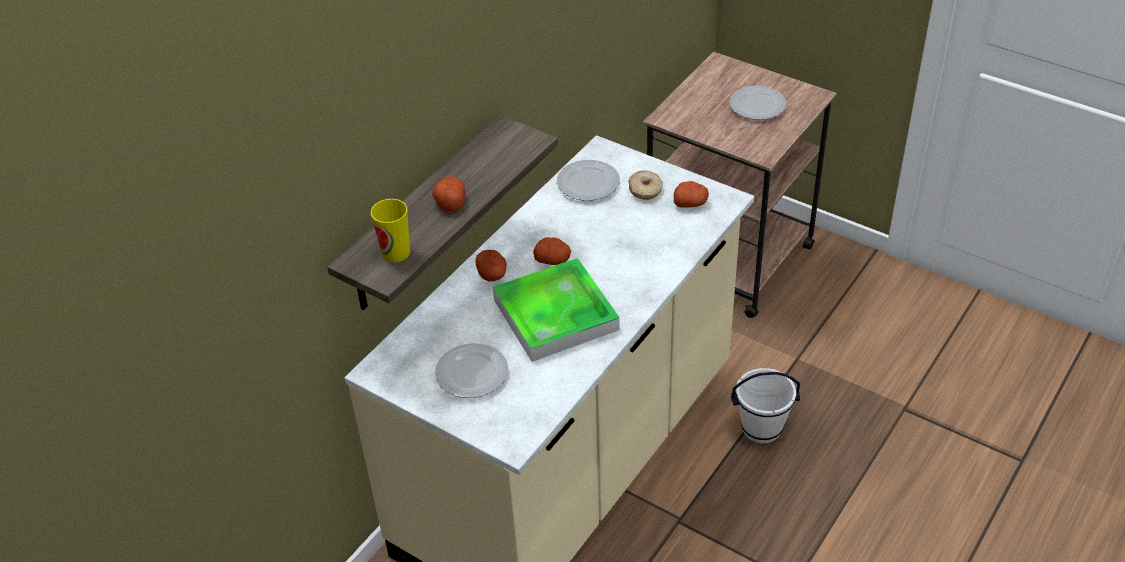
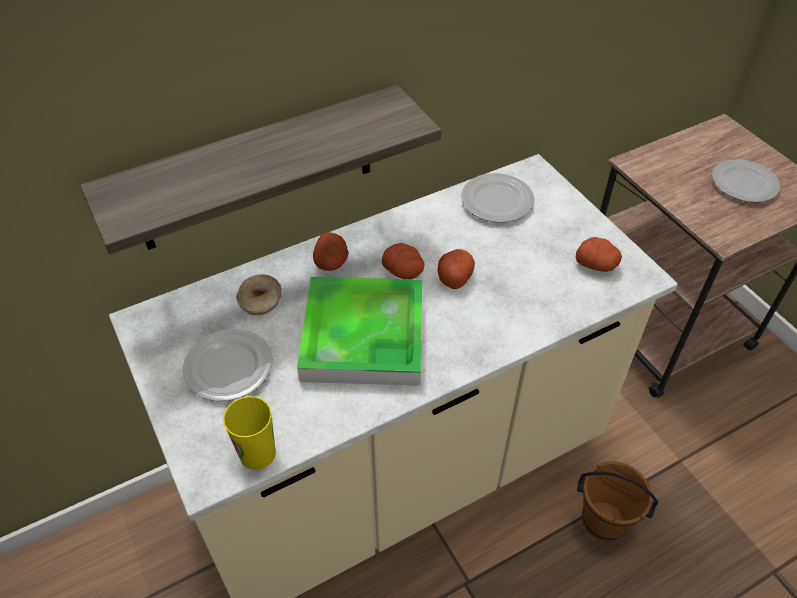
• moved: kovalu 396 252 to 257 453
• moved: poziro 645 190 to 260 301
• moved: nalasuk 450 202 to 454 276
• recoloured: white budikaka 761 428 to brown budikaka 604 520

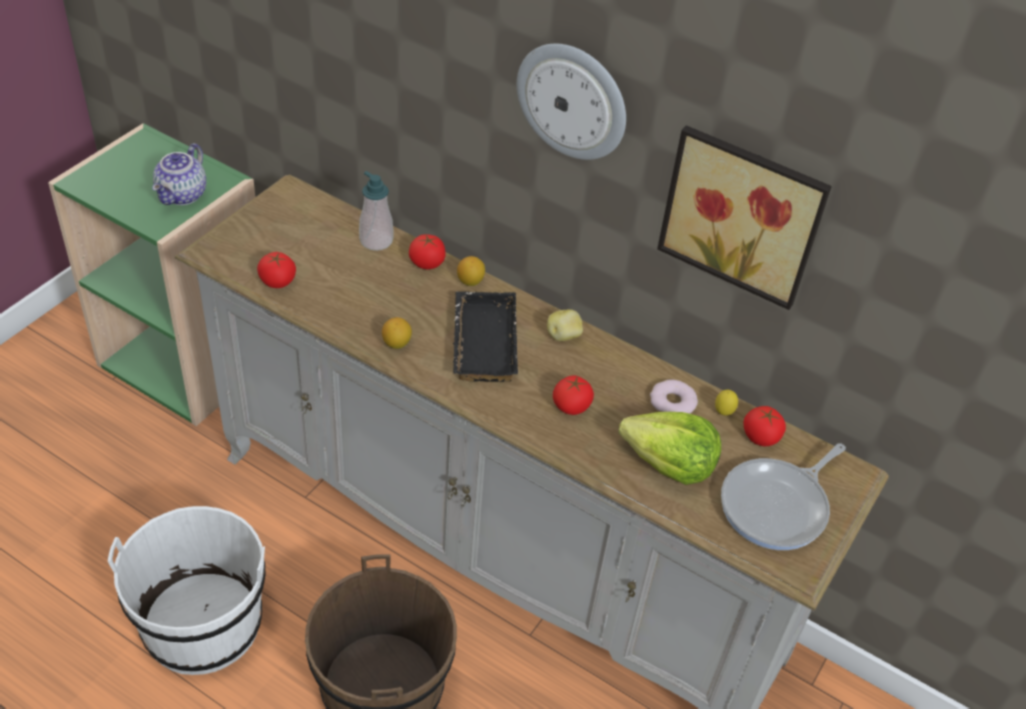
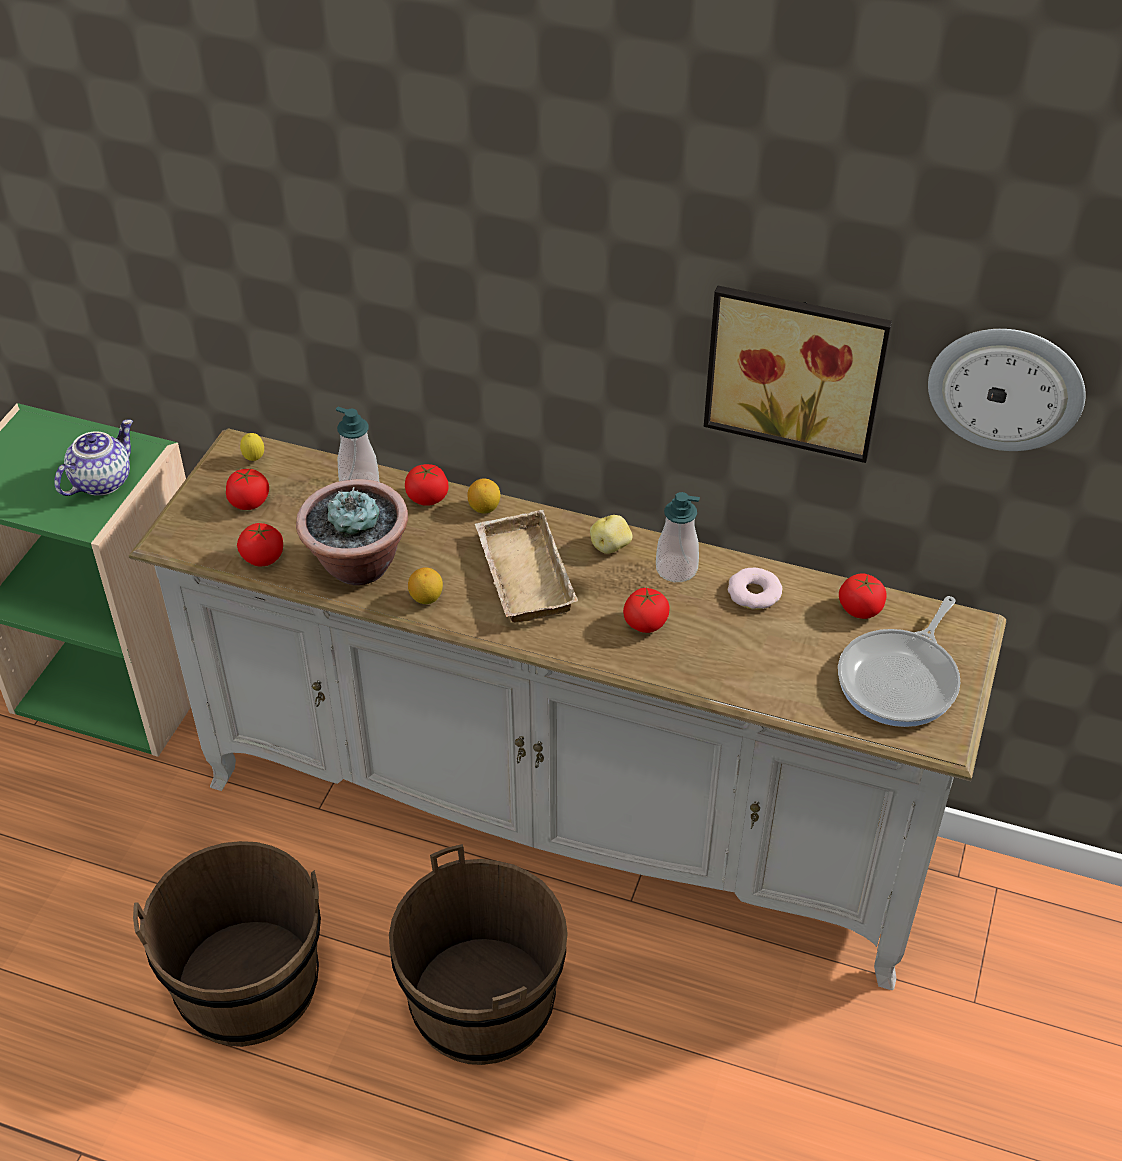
• turned: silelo 183 195 = 101 481 150 degrees counterclockwise
• recoloured: white budikaka 202 624 to brown budikaka 248 984
• added: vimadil 249 502
• moved: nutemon 723 413 to 254 459
• added: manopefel 357 565
• recoloured: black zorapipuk 481 341 to beige zorapipuk 521 574
• added: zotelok 676 569
• moved: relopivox 572 100 to 1006 387
• removed: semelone 669 464

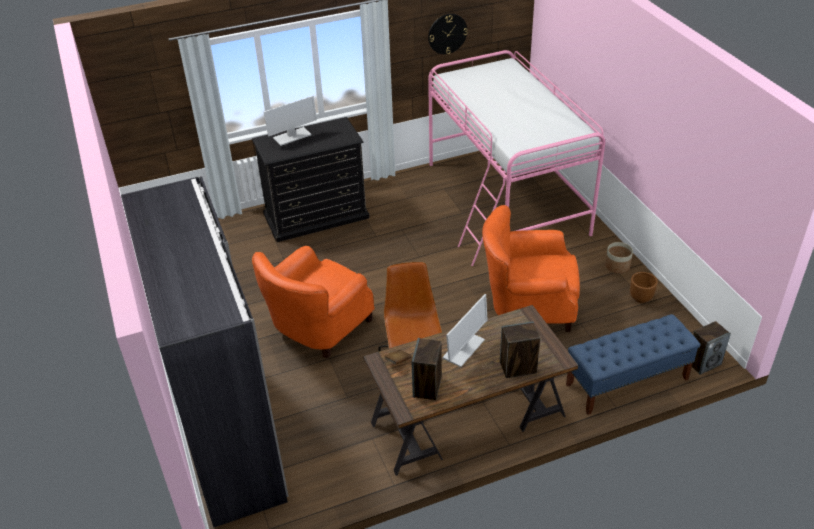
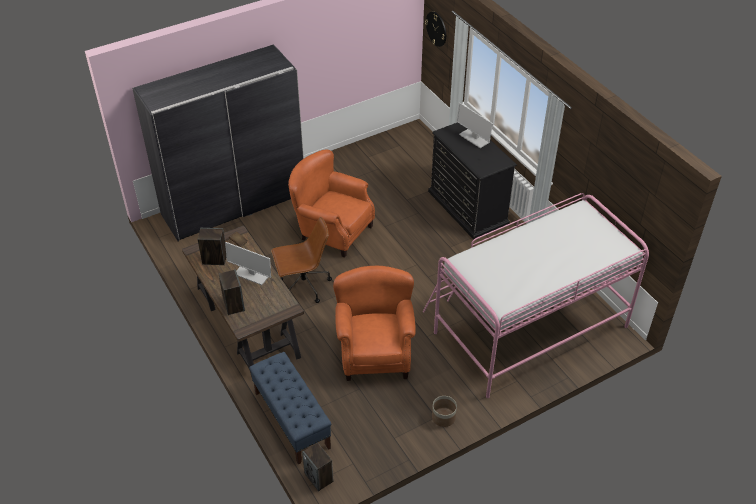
• moved: relopivox 447 33 to 436 28
• removed: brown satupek 641 298

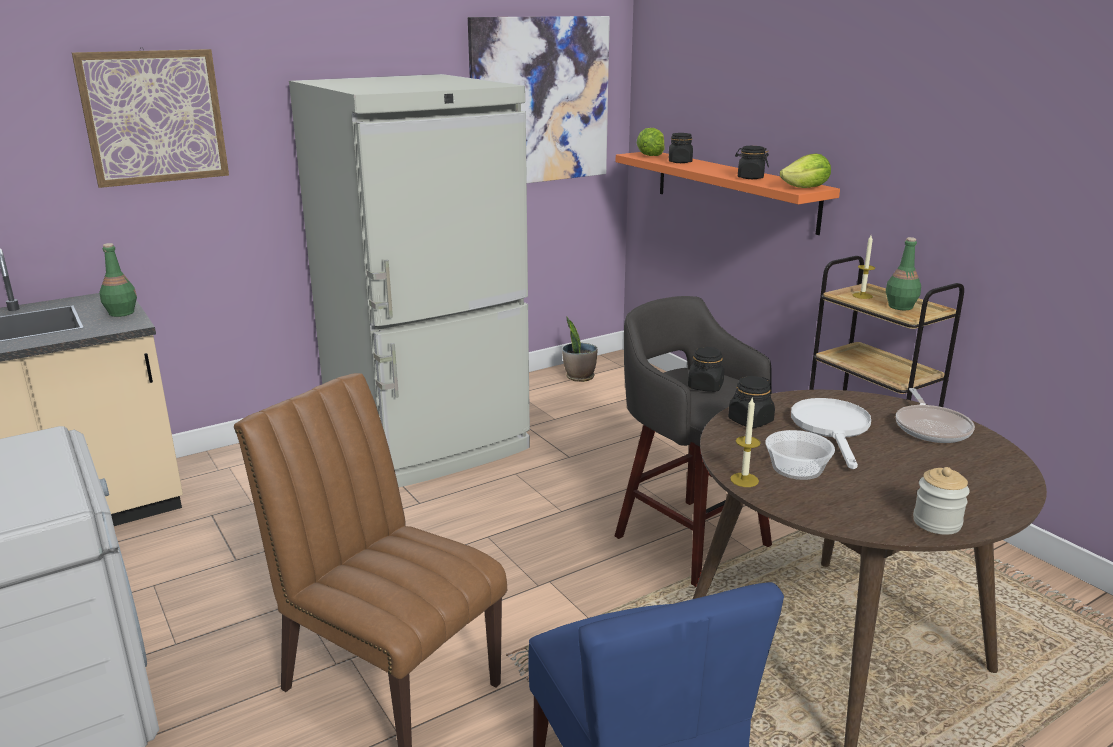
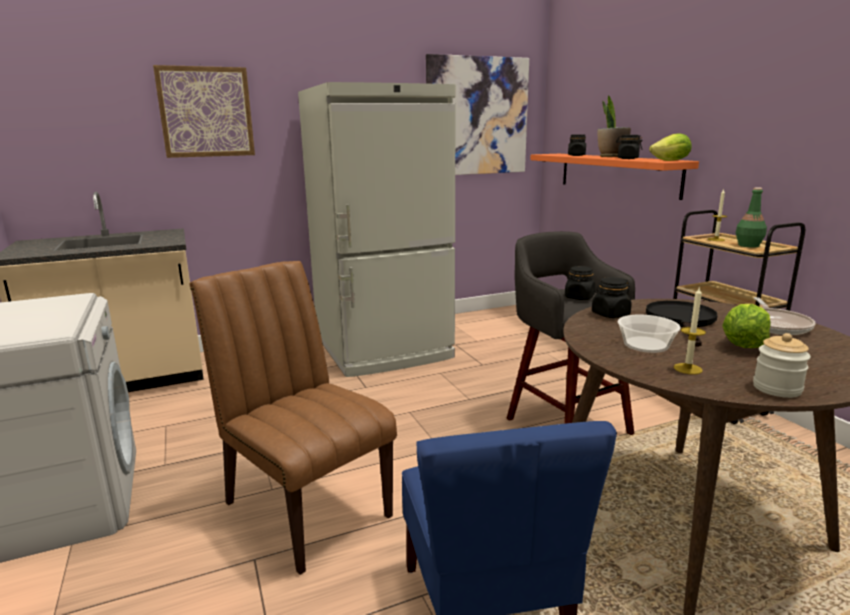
• moved: manopefel 579 377 to 611 157
• recoloured: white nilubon 832 428 to black nilubon 682 322
• moved: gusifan 744 480 to 687 369
• moved: semelone 651 155 to 743 345
• removed: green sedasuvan 121 313

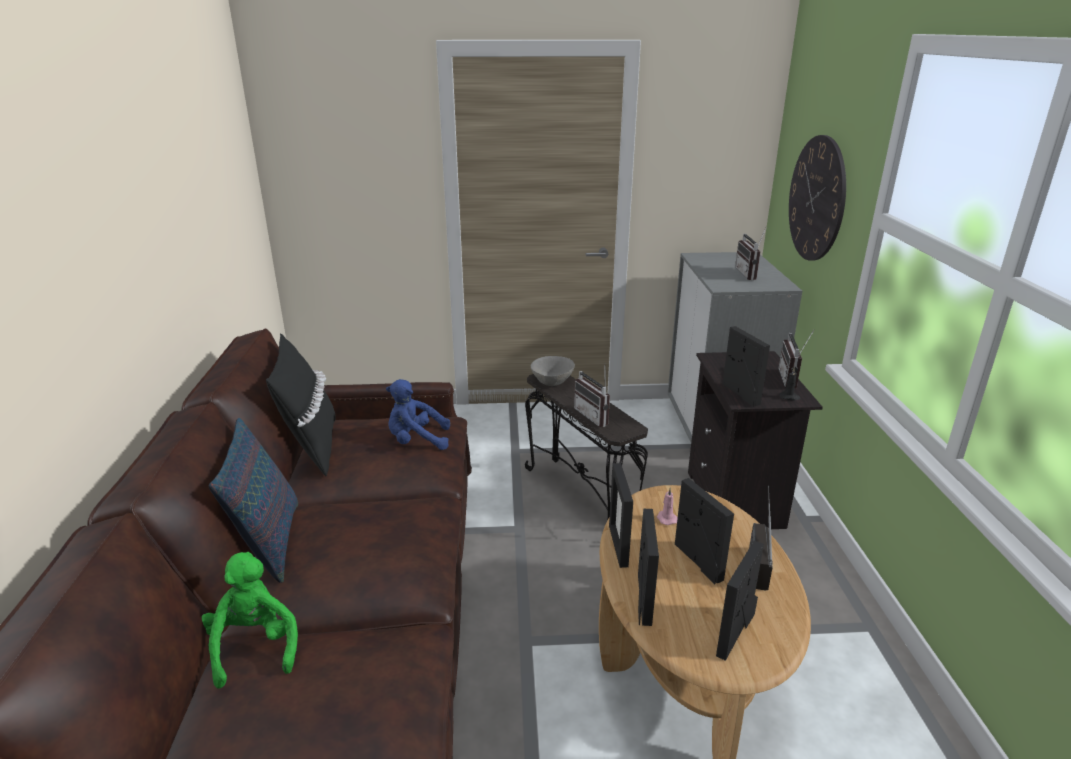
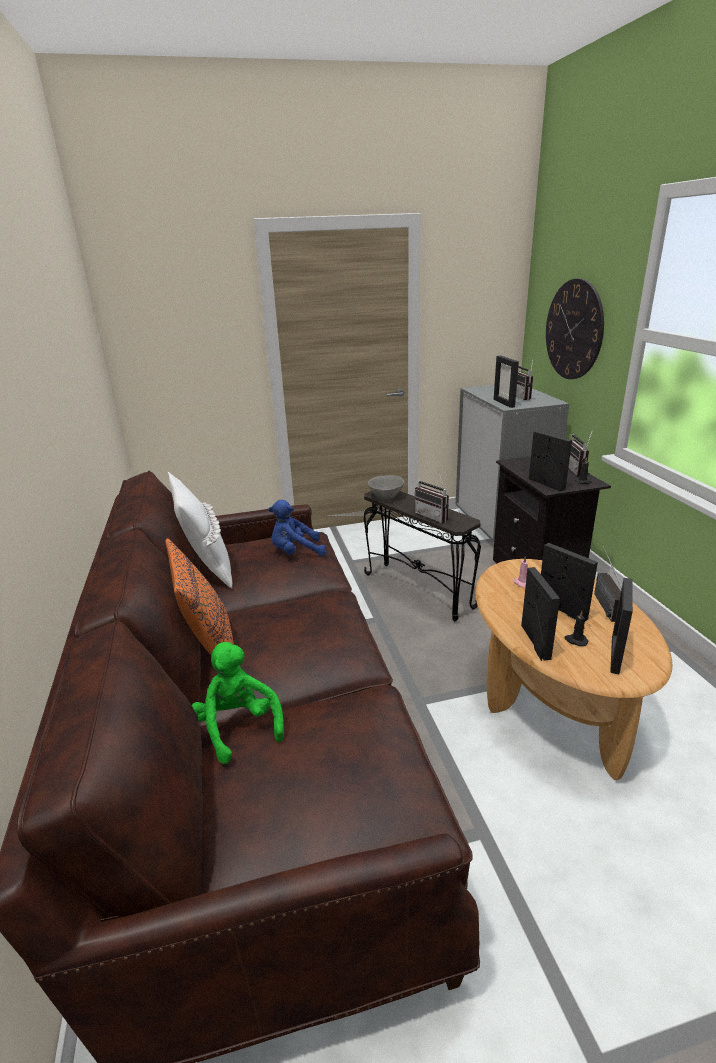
• recoloured: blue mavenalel 270 543 to orange mavenalel 209 645
• recoloured: black mavenalel 311 448 to white mavenalel 207 569
• moved: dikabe 619 545 to 504 403
• added: black gusifan 575 640

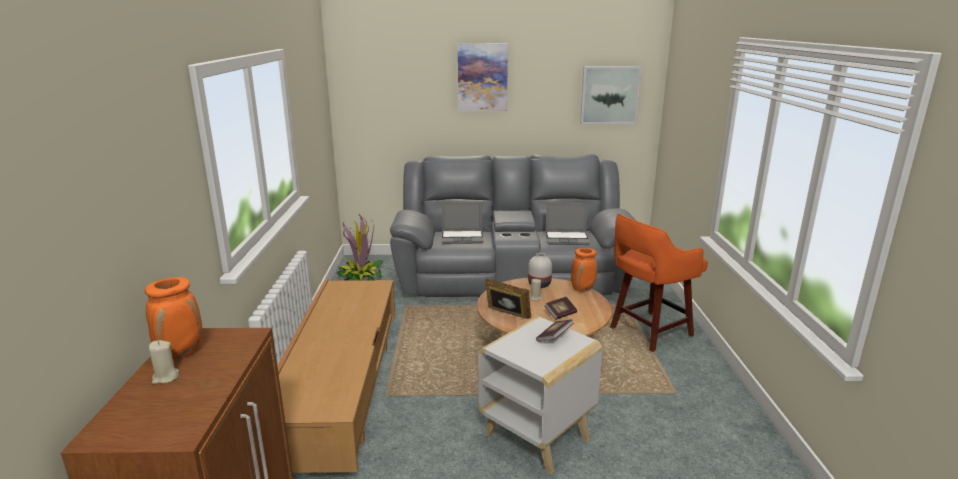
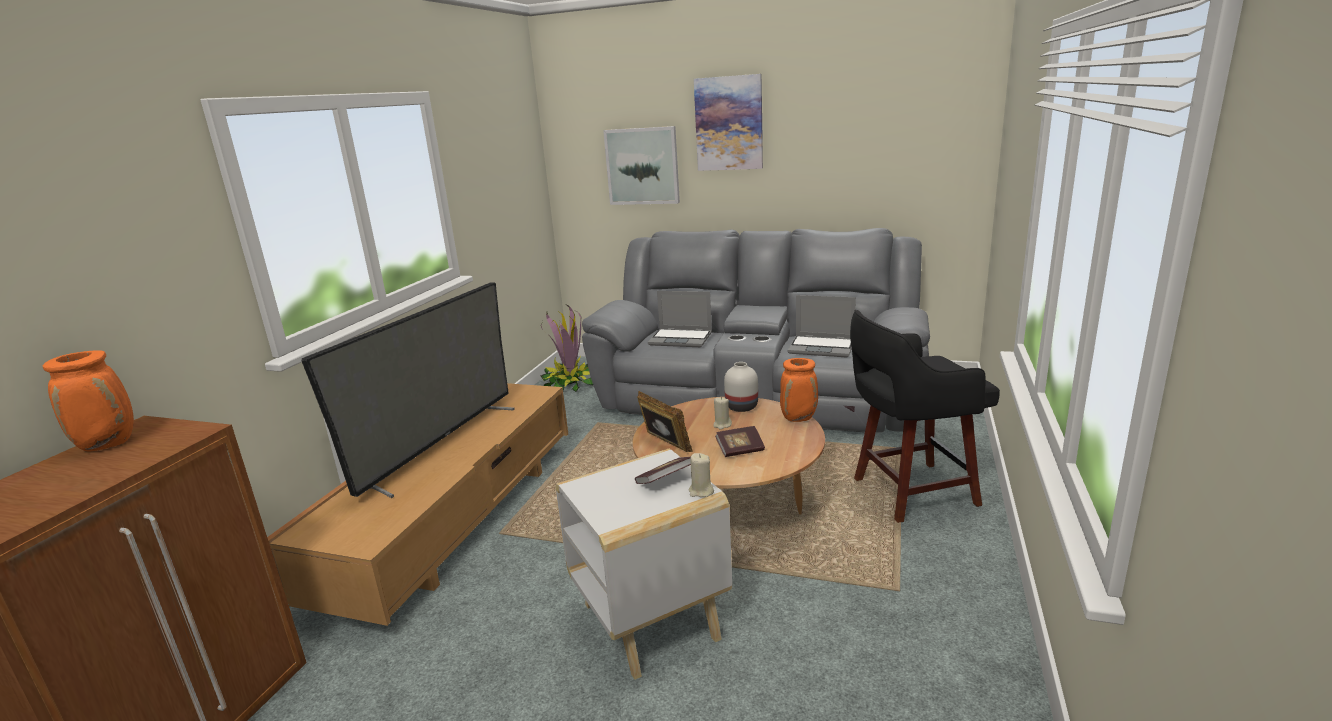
• added: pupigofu 441 446
• moved: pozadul 609 95 to 642 166
• moved: beige gusifan 165 377 to 701 491
• recoloured: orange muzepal 648 332 to black muzepal 909 492

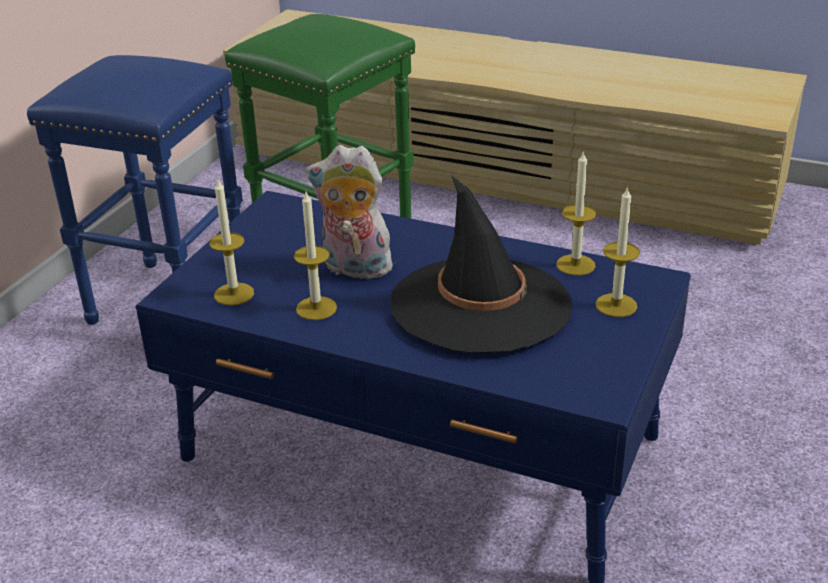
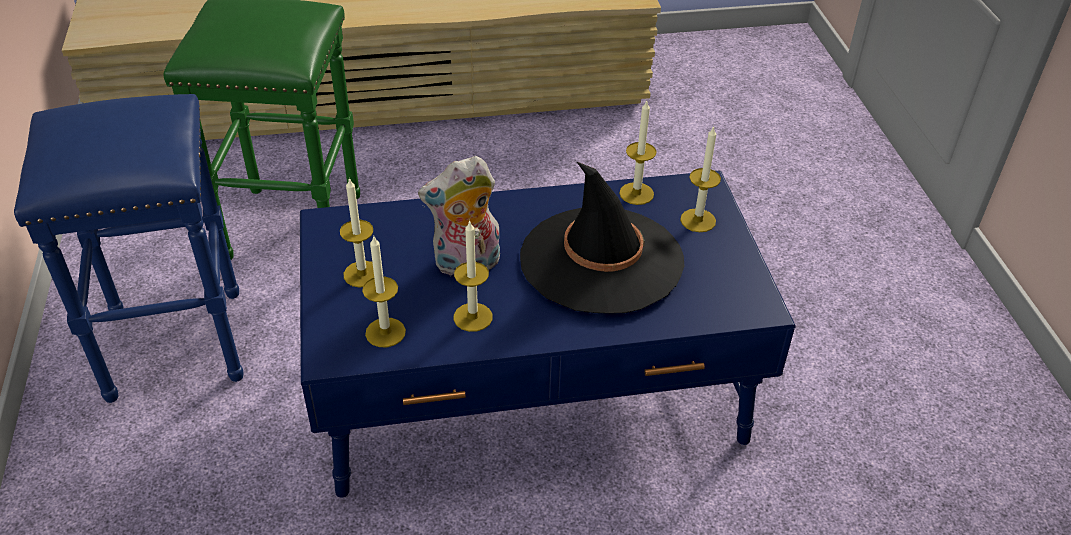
• added: gusifan 362 274

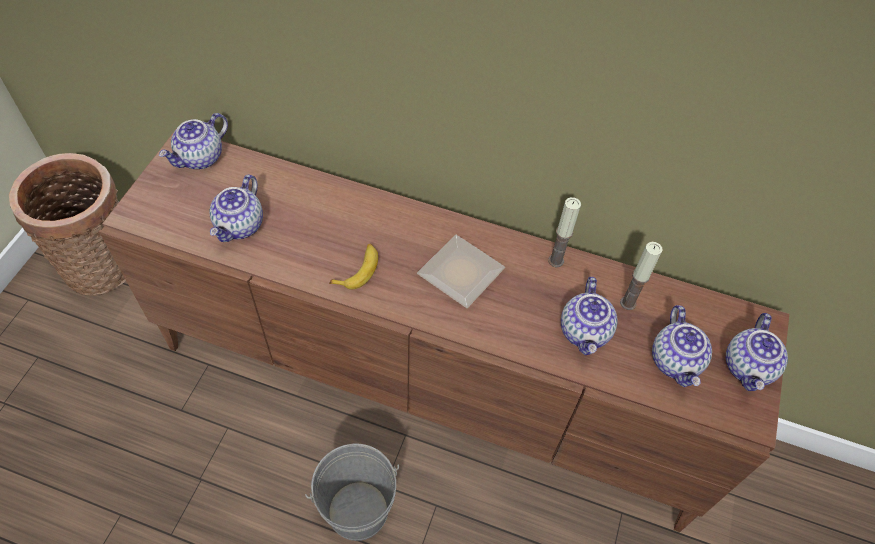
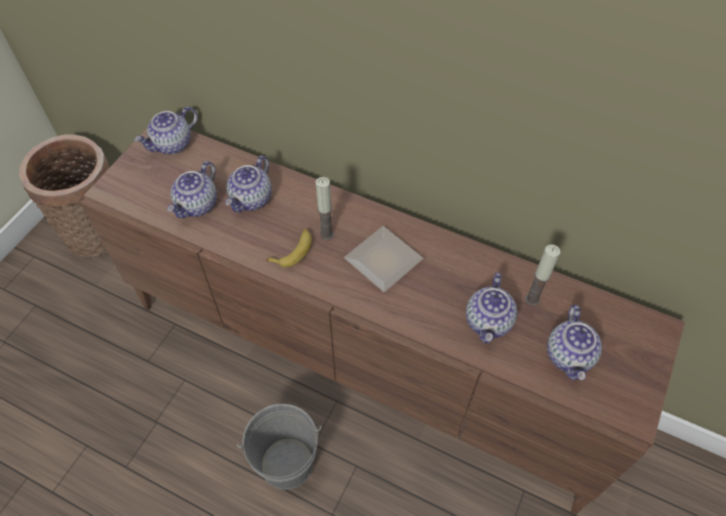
• moved: silelo 748 367 to 252 199
• moved: gusifan 556 260 to 326 234

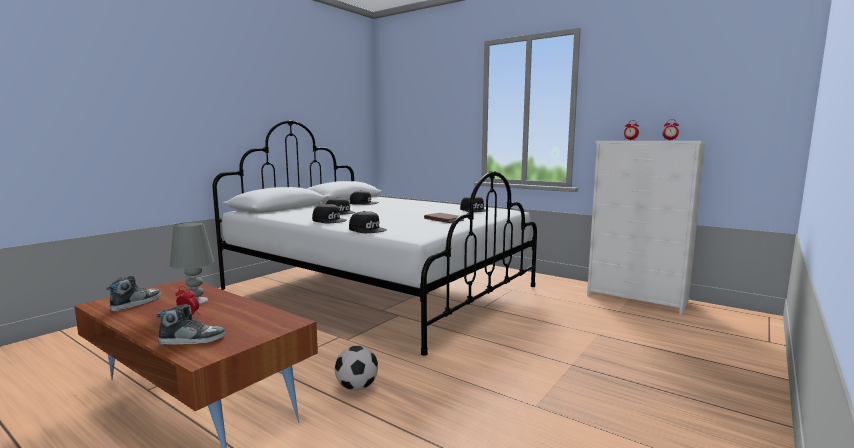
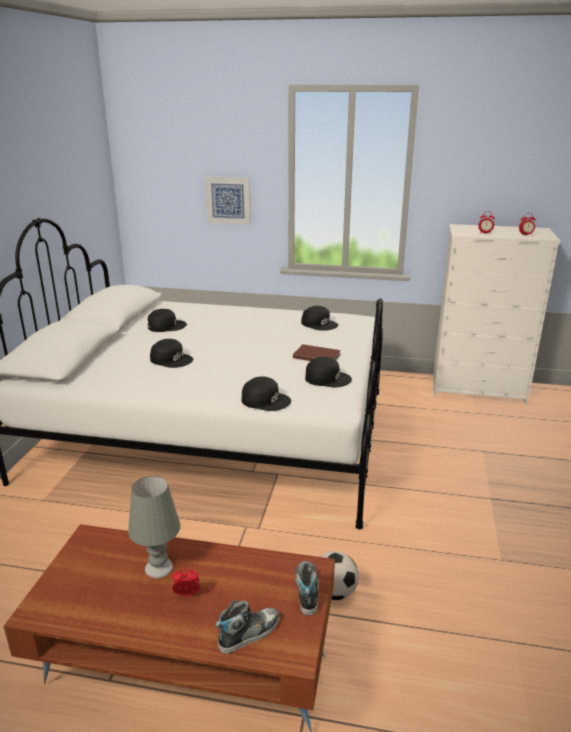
• added: pozadul 228 200
• moved: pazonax 136 303 to 306 590
• moved: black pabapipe 330 220 to 327 378

